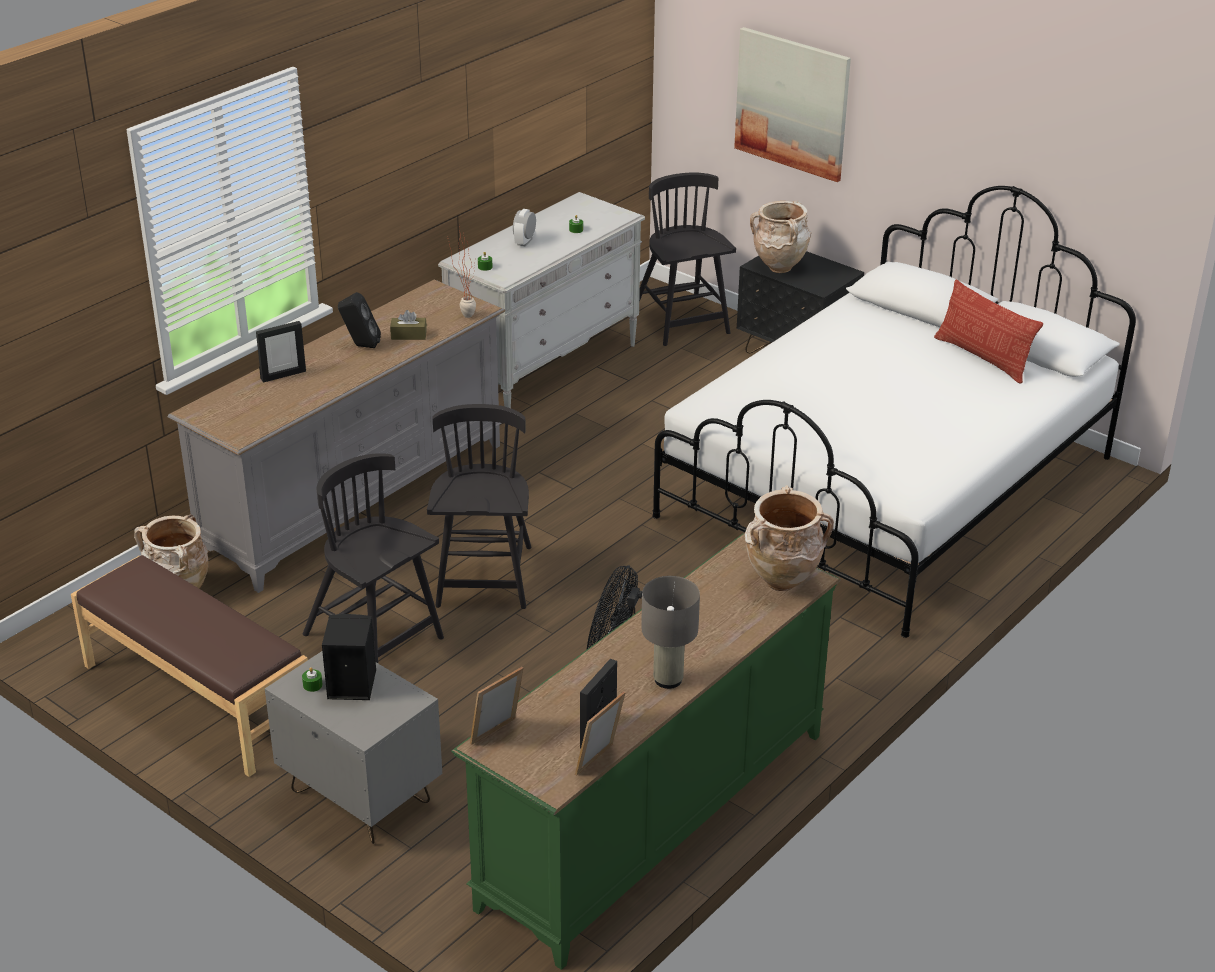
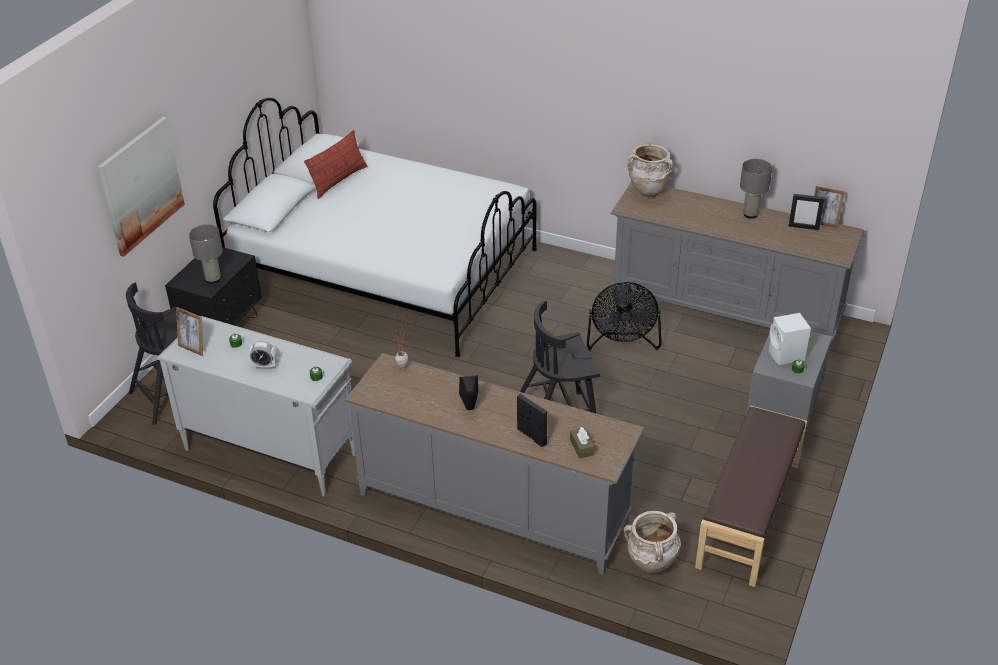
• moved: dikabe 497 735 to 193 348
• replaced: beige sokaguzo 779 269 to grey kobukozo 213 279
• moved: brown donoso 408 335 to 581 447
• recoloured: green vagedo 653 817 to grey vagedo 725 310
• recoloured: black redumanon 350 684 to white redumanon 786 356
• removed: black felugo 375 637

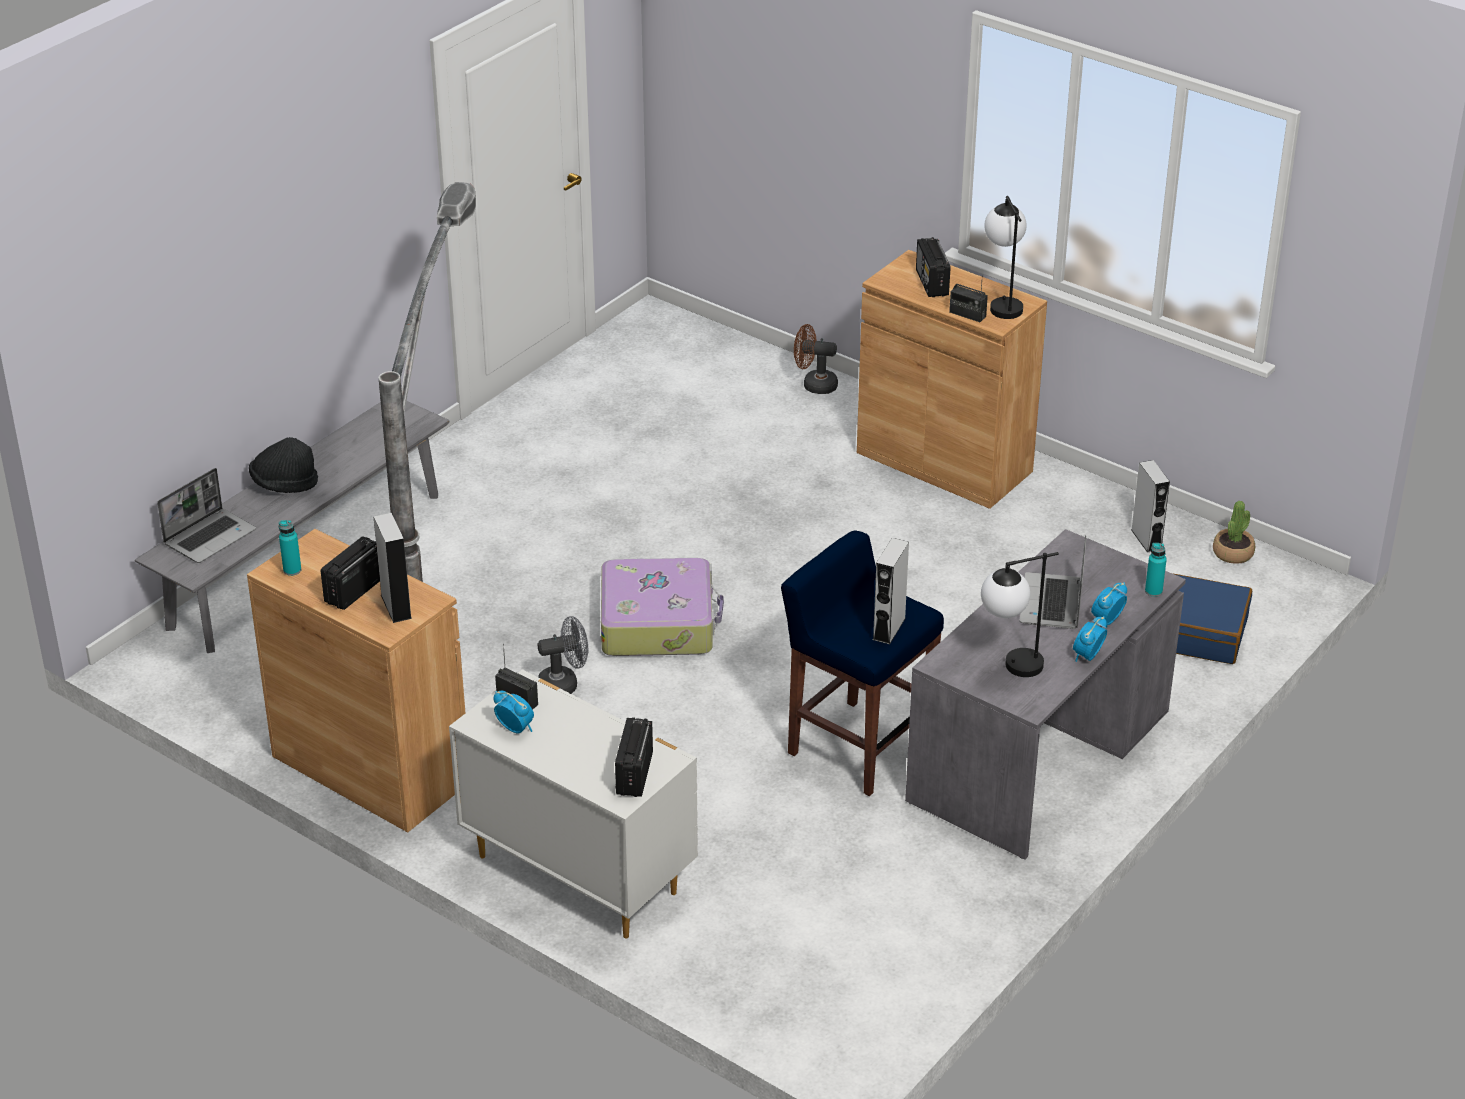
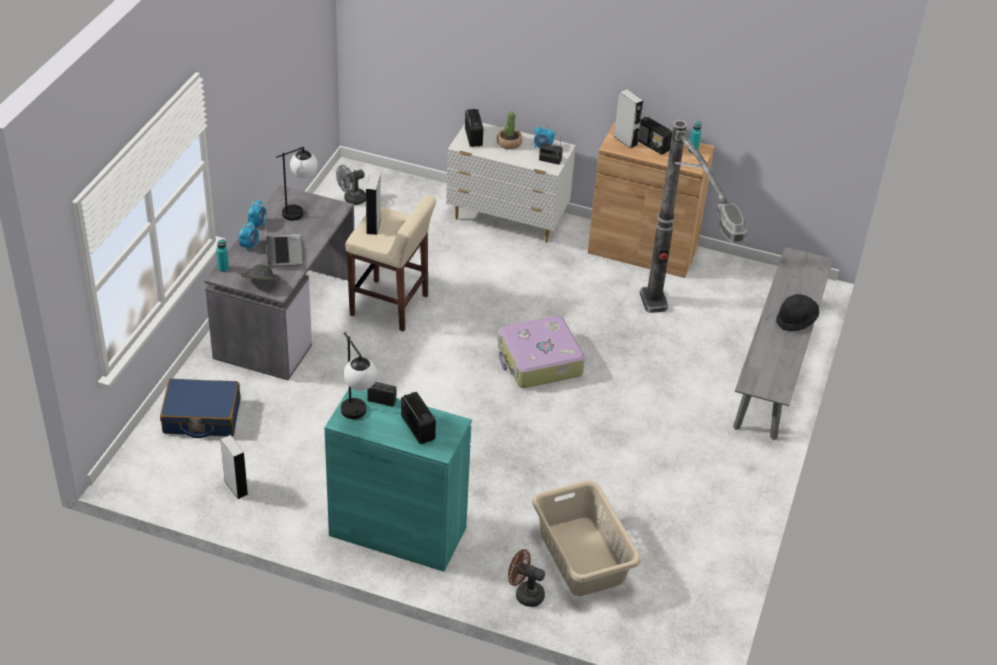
• added: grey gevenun 261 283
• recoloured: brown vagedo 944 462 to turquoise vagedo 398 531
• moved: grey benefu 564 684 to 352 200
• recoloured: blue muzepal 858 746 to beige muzepal 390 306
• moved: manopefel 1233 553 to 509 143
• turned: brown benefu 814 385 = 525 594 150 degrees counterclockwise
• added: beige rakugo 582 555
• turned: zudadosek 354 590 = 653 145 120 degrees clockwise
• removed: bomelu 210 537

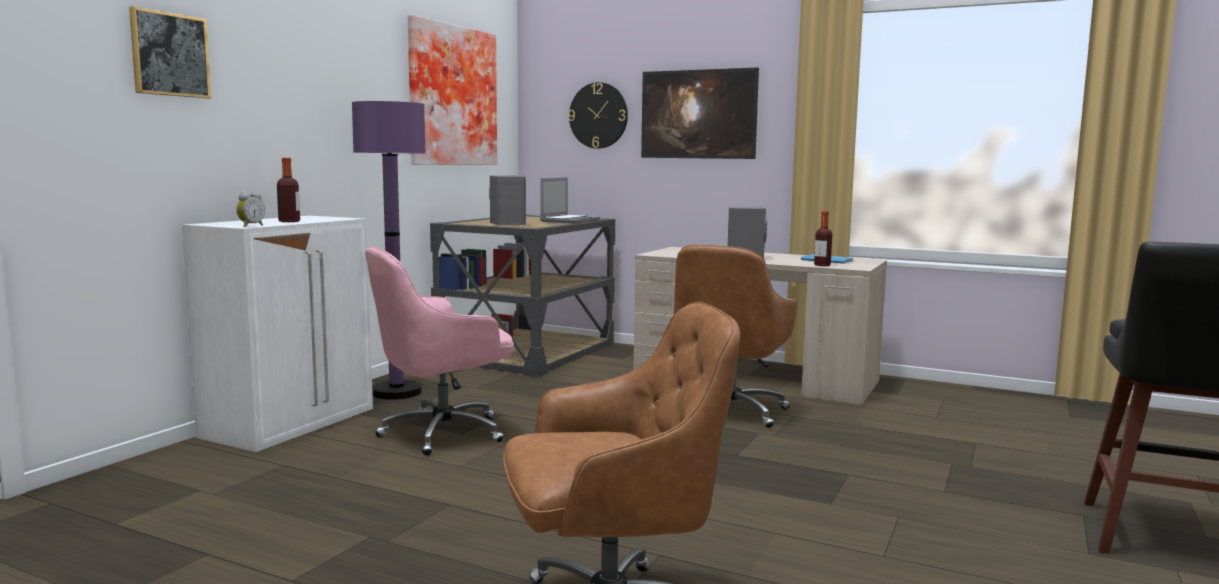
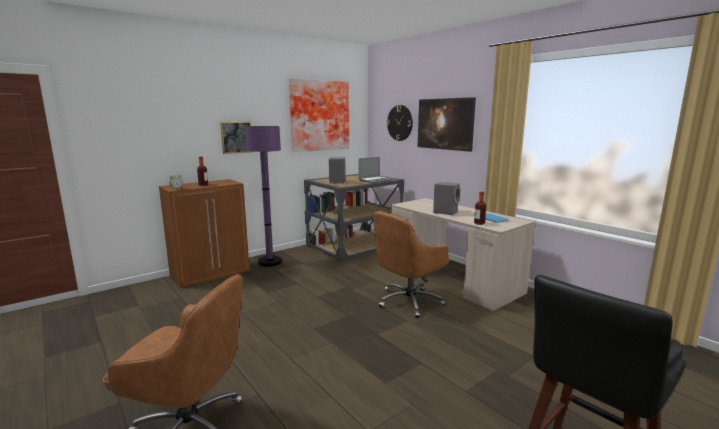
• recoloured: white vagedo 290 422 to brown vagedo 210 273
• moved: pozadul 170 54 to 236 137
• removed: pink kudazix 442 432

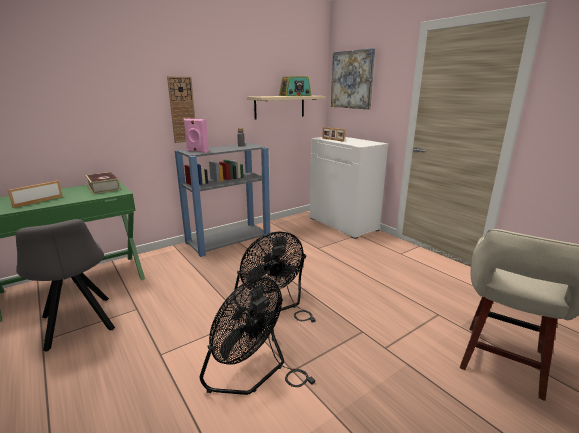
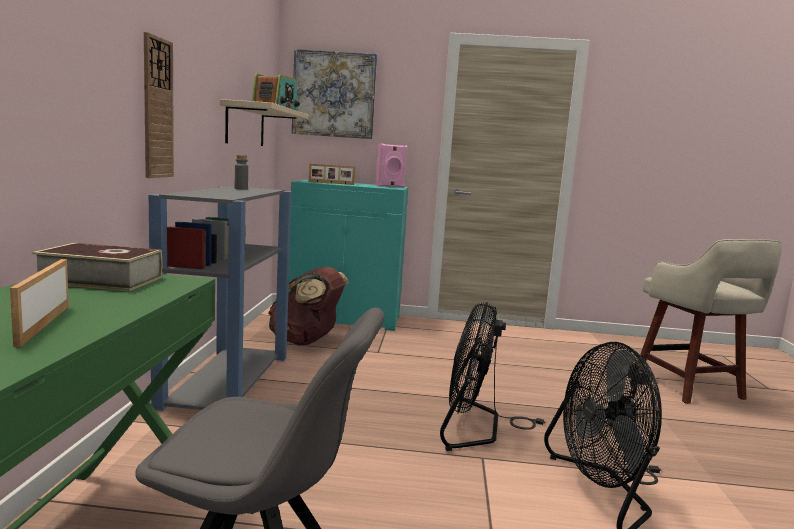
• added: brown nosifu 306 341
• recoloured: white vagedo 343 224 to turquoise vagedo 346 318
• moved: pink redumanon 197 151 to 390 186

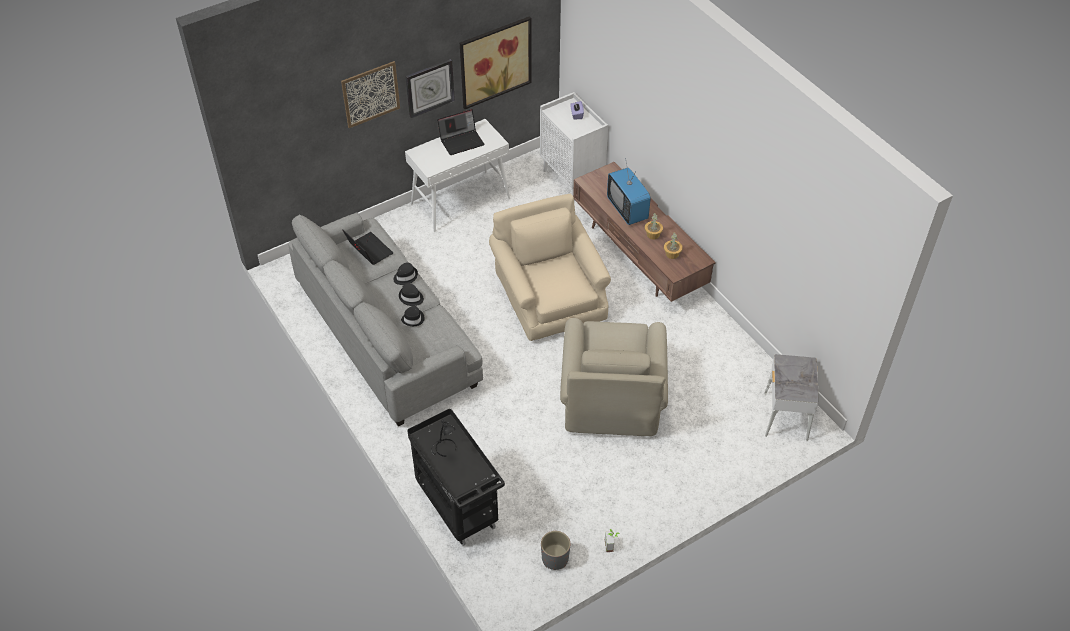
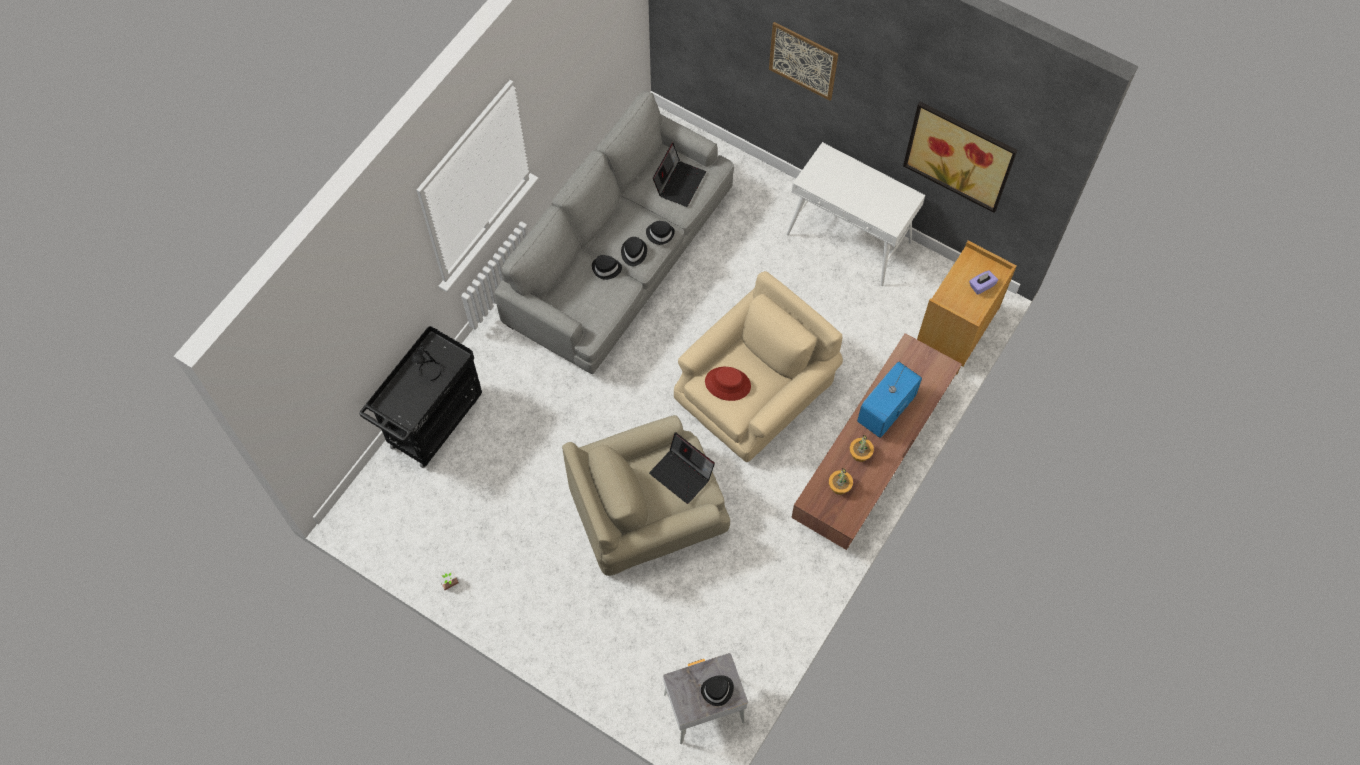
• moved: bomelu 462 141 to 682 474
• added: black gevenun 717 691
• added: red gevenun 727 384
• recoloured: white vagedo 572 180 to brown vagedo 953 338
• removed: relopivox 429 87
• removed: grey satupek 555 559

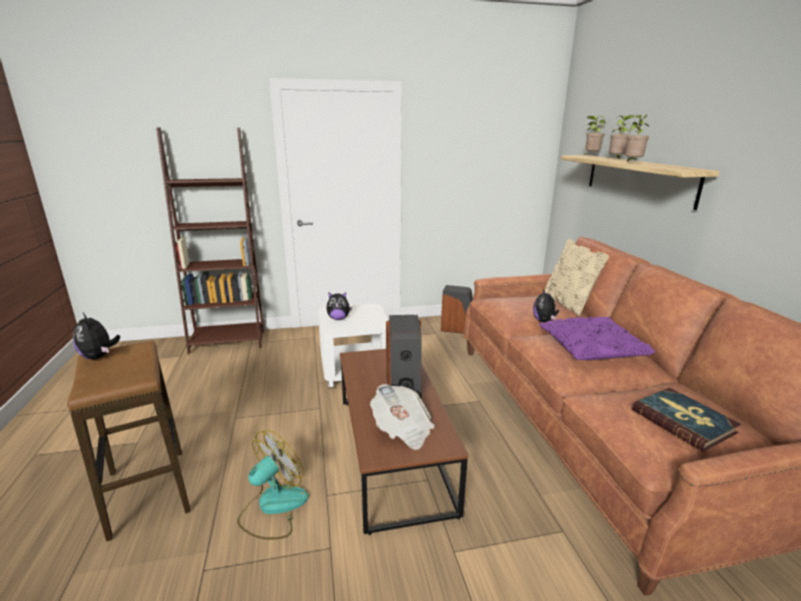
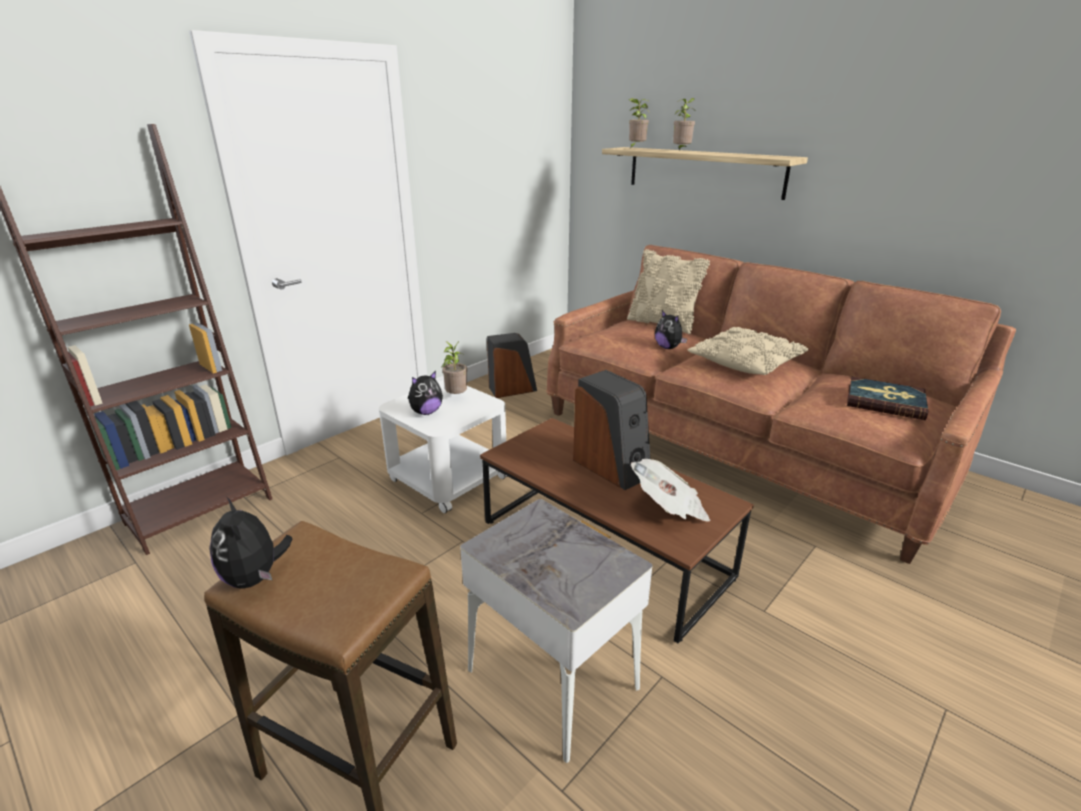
• turned: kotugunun 99 356 = 255 577 45 degrees clockwise
• moved: manopefel 632 163 to 456 397
• replaced: benefu 273 507 to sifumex 552 676
• recoloured: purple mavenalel 591 349 to beige mavenalel 746 363

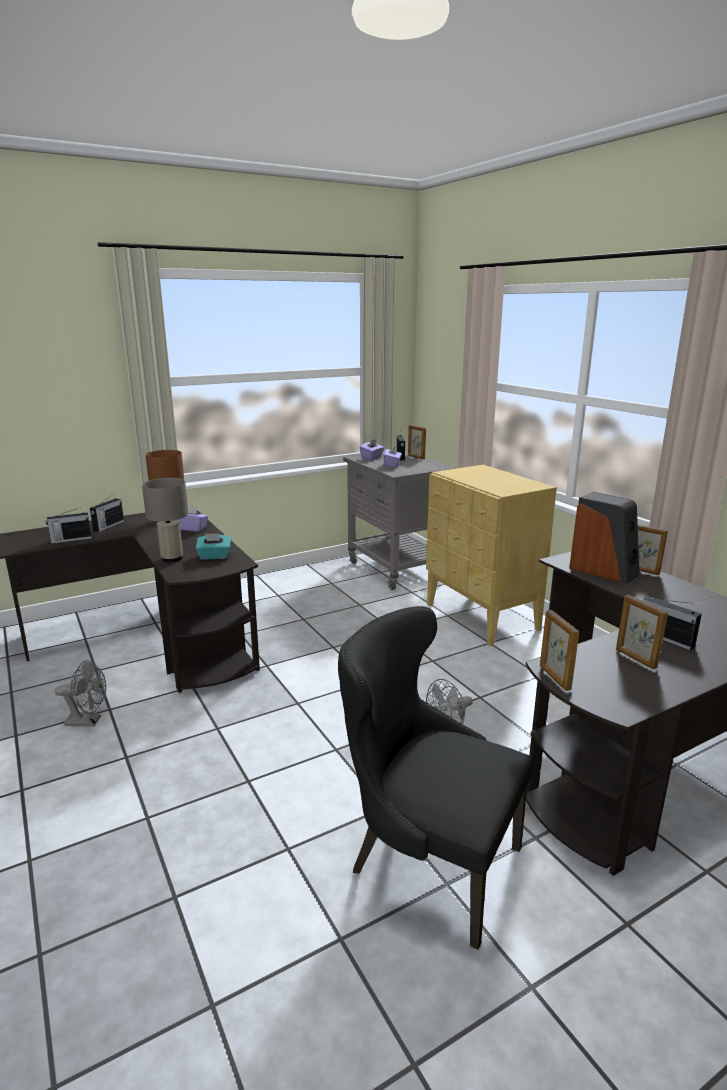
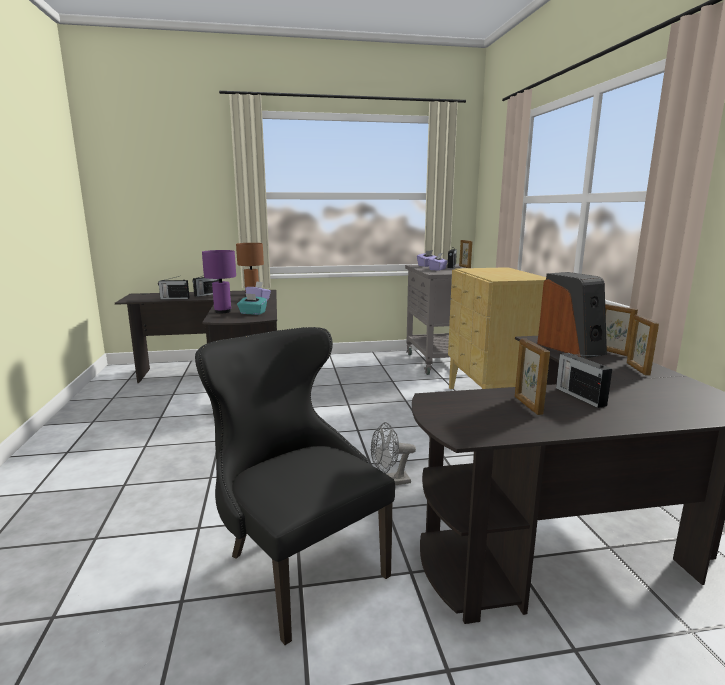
• recoloured: grey kobukozo 171 559 to purple kobukozo 222 311
• moved: dikabe 554 678 to 637 369
• removed: grey benefu 88 721

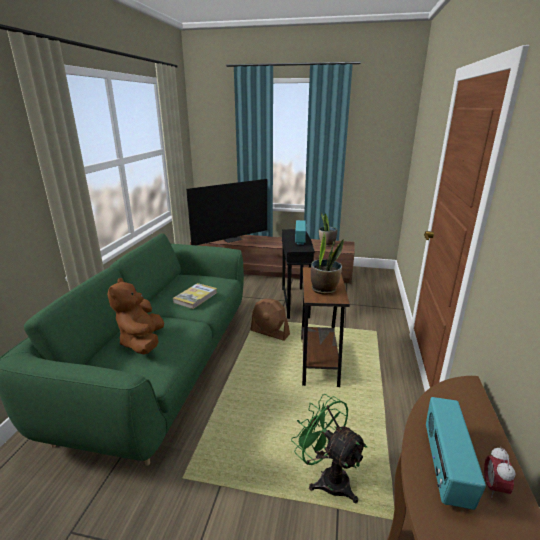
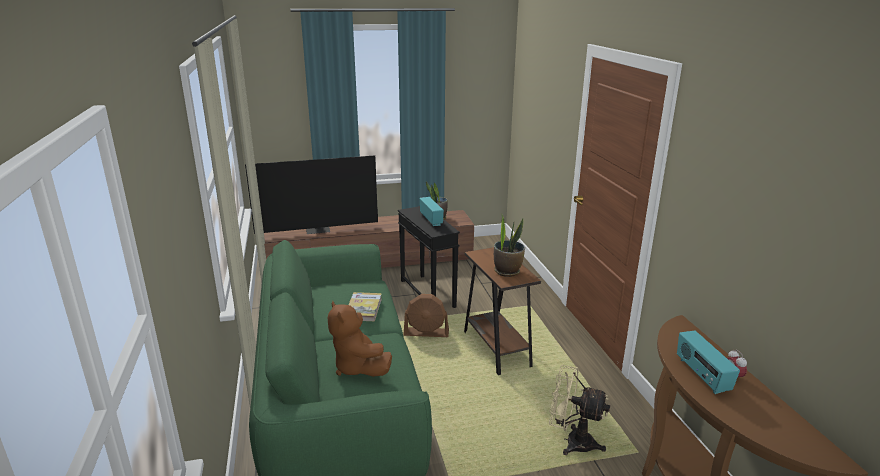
• turned: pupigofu 232 239 = 318 230 45 degrees clockwise
• recoloured: green benefu 327 478 to beige benefu 572 441

